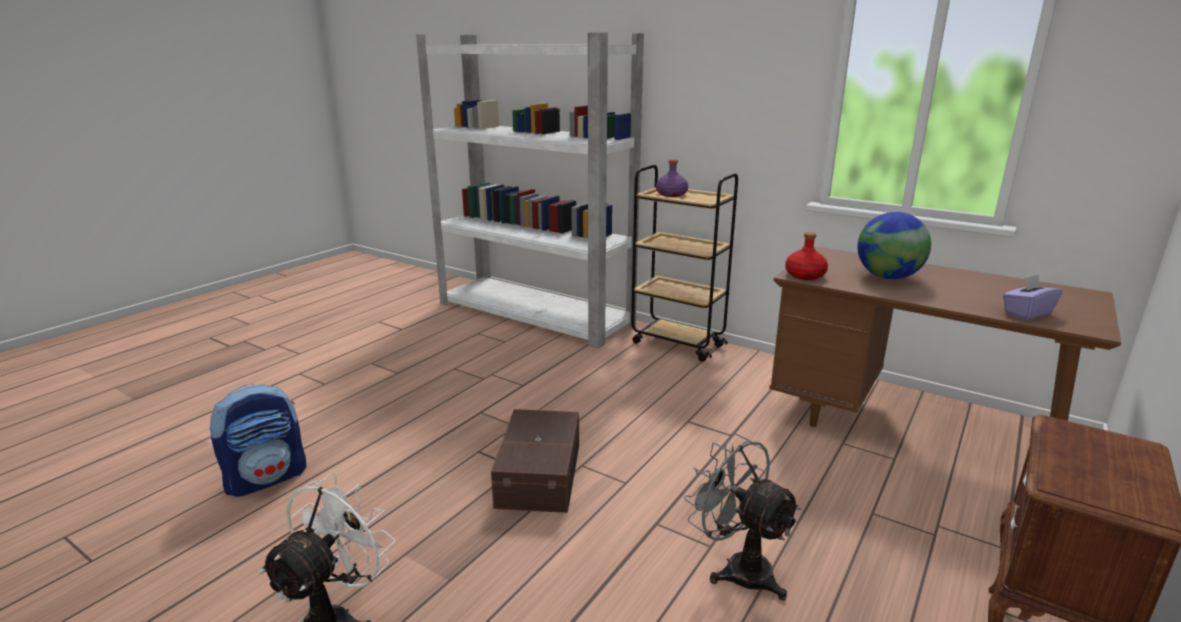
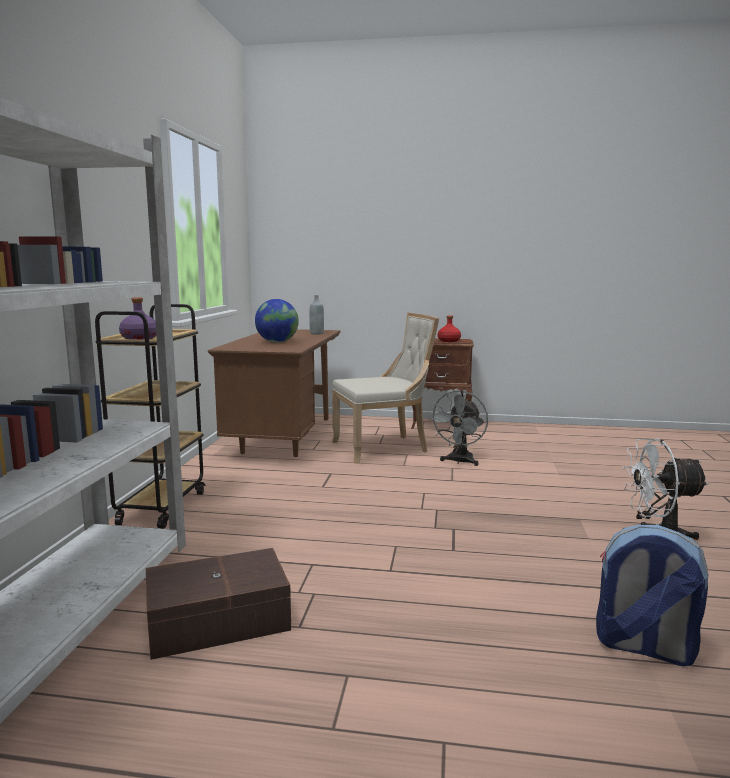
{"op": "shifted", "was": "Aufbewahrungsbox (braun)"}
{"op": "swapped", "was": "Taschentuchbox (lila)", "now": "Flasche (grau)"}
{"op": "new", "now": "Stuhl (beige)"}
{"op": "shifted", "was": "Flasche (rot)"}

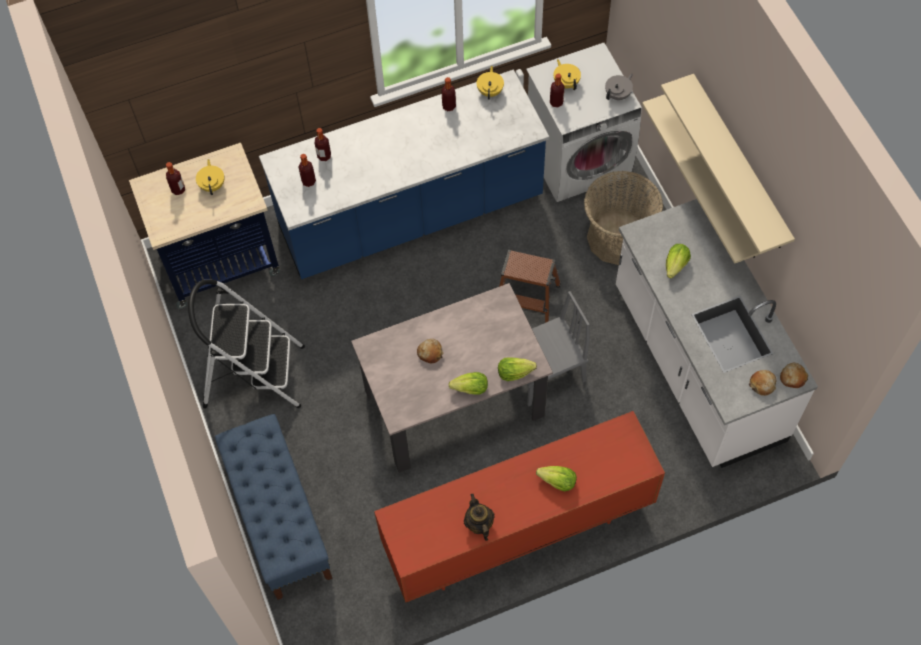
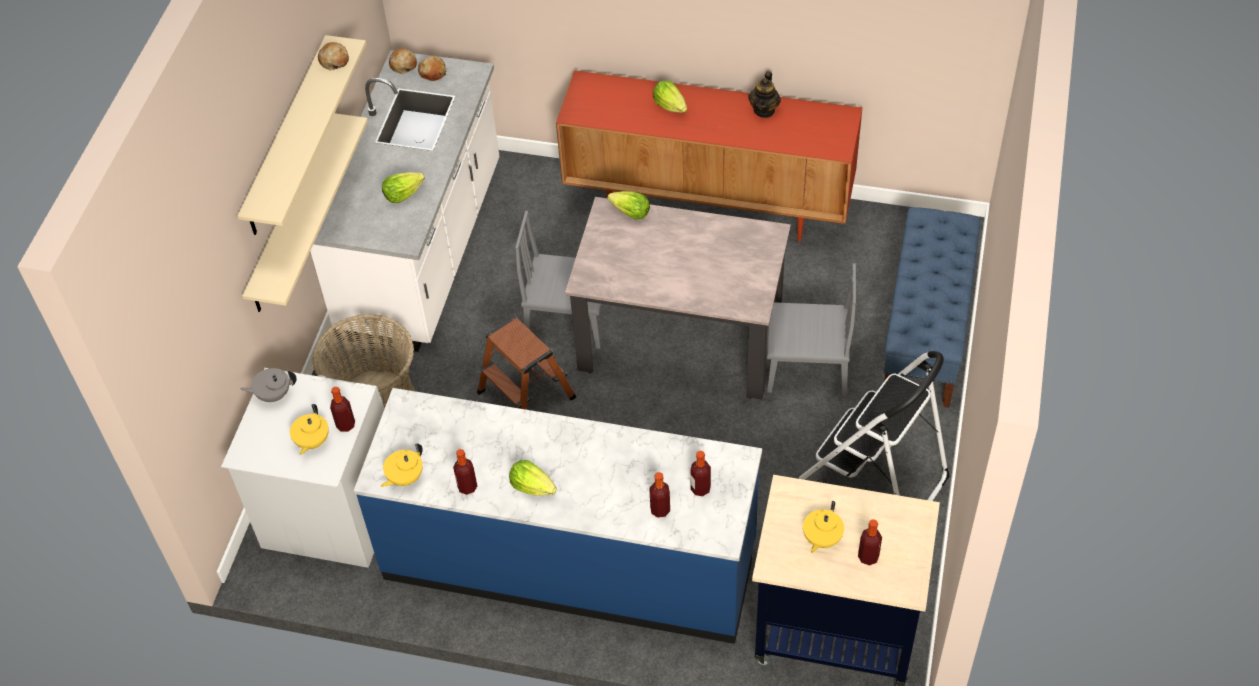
{"op": "shifted", "was": "Brot (no. 1 from left)"}
{"op": "shifted", "was": "Salatkopf (no. 1 from left in the first image)", "now": "Salatkopf (no. 2 from left)"}
{"op": "new", "now": "Stuhl (grau) (no. 2 from left)"}

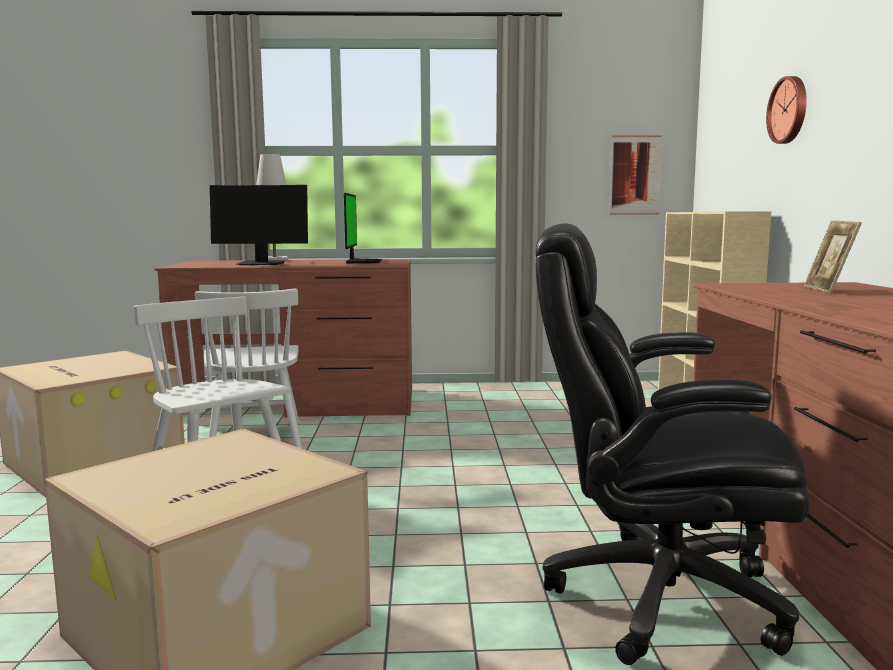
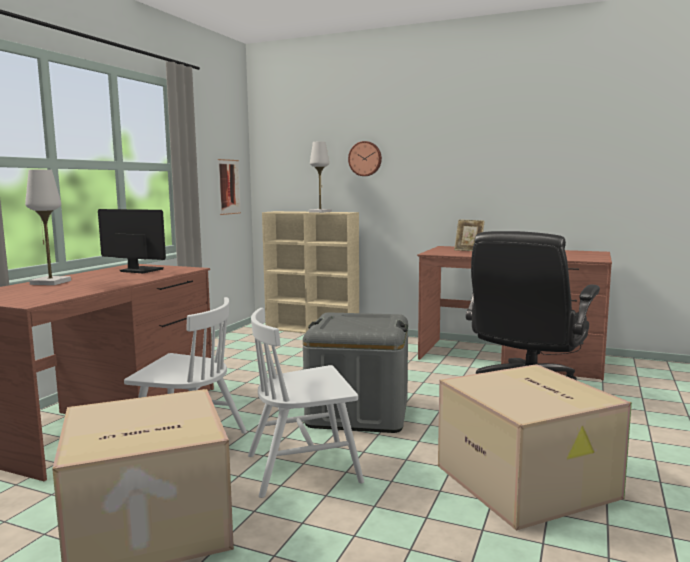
{"op": "new", "now": "Aufbewahrungsbox (grau)"}
{"op": "new", "now": "Tischlampe (weiß) (no. 2 from left)"}
{"op": "gone", "was": "Monitor (no. 1 from left)"}

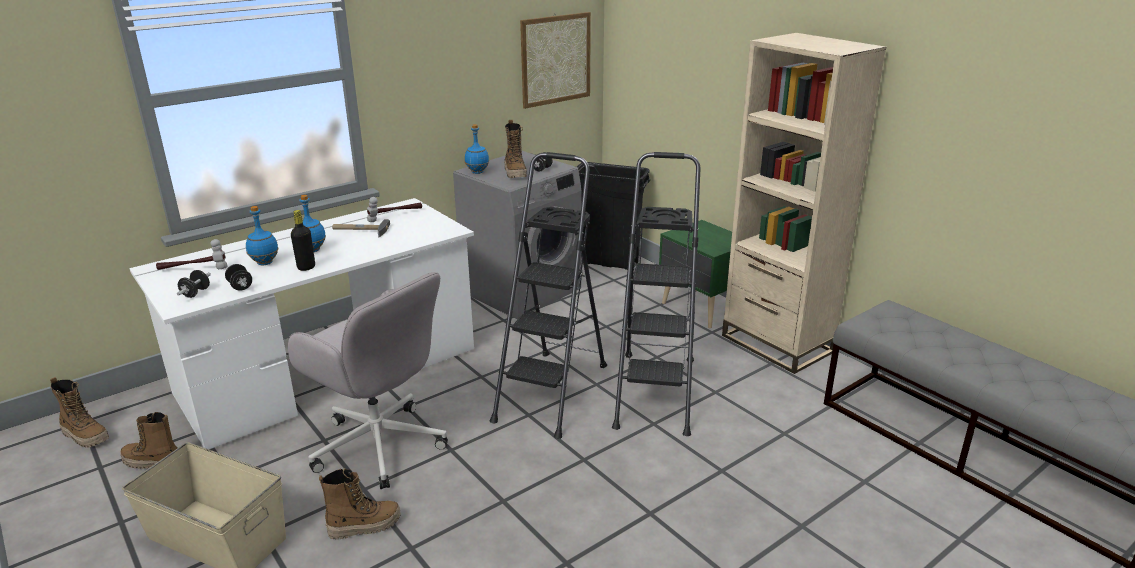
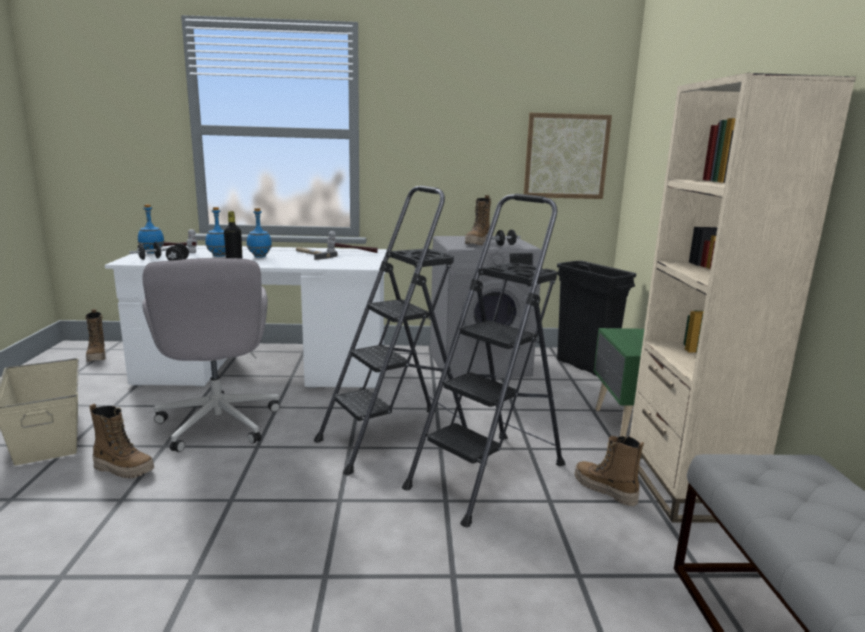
{"op": "shifted", "was": "Flasche (blau) (no. 3 from left in the first image)", "now": "Flasche (blau) (no. 1 from left)"}
{"op": "shifted", "was": "Stiefel (no. 2 from left in the first image)", "now": "Stiefel (no. 4 from left)"}

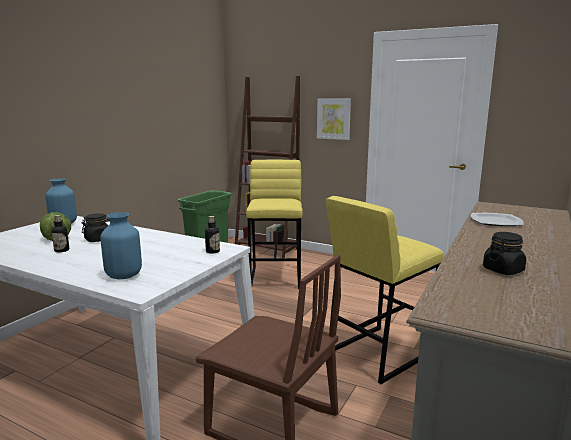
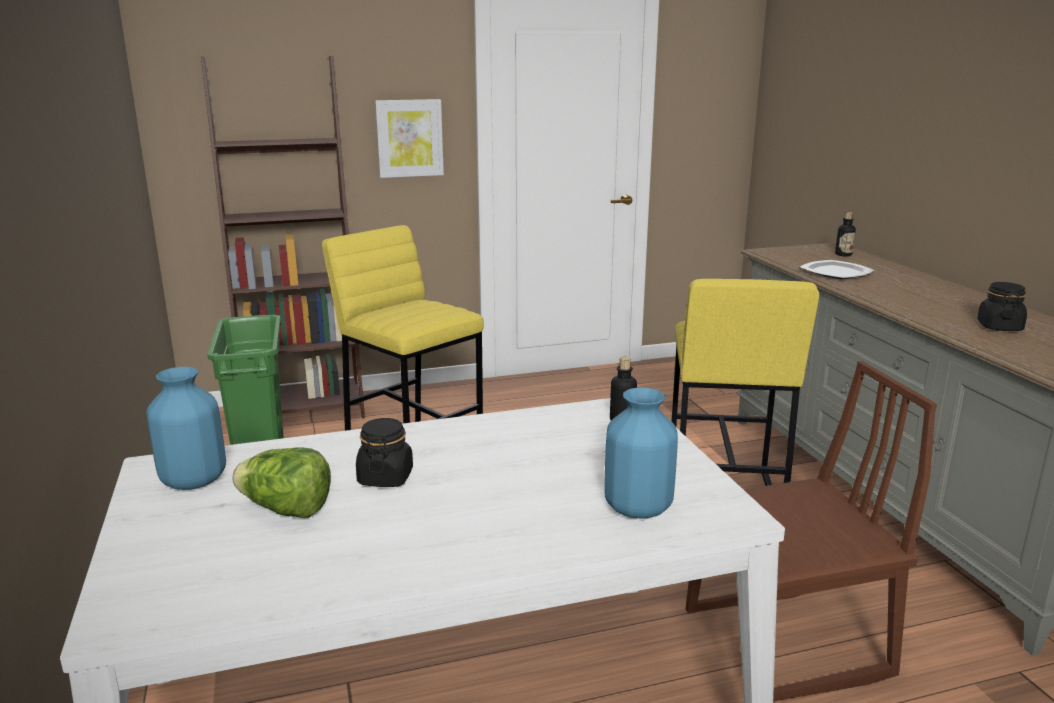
{"op": "shifted", "was": "Flasche (no. 1 from left in the first image)", "now": "Flasche (no. 2 from left)"}

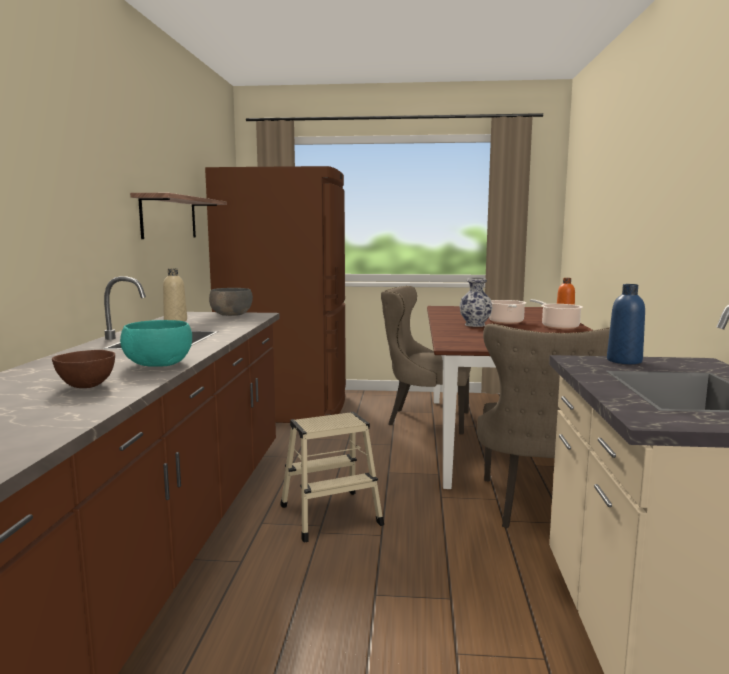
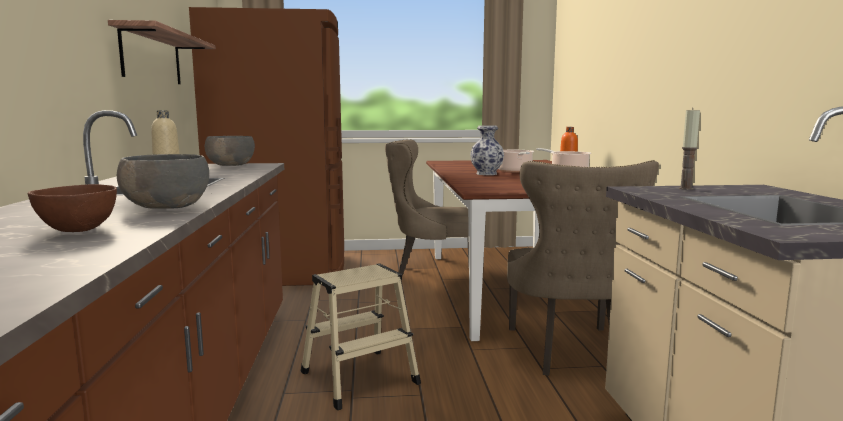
{"op": "repainted", "was": "Schüssel (türkis)", "now": "Schüssel (grau) (no. 1 from left)"}
{"op": "swapped", "was": "Flasche (blau)", "now": "Kerze"}

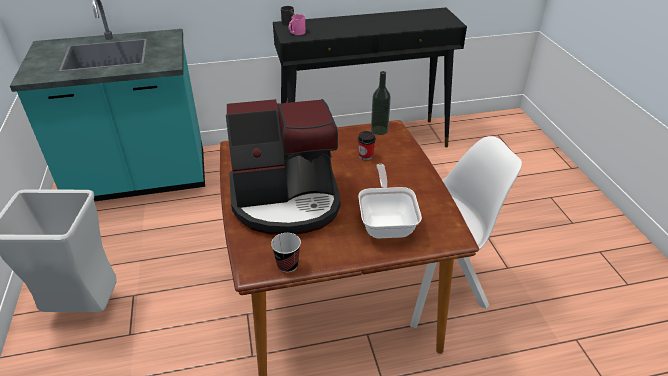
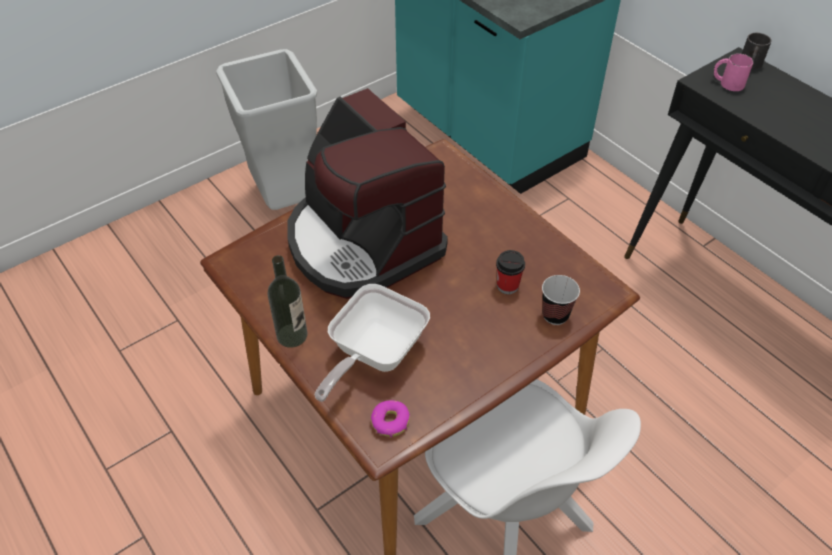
{"op": "shifted", "was": "Flasche"}
{"op": "rotated", "was": "Pfanne", "clockwise": 150}
{"op": "new", "now": "Donut"}
{"op": "shifted", "was": "Tasse (no. 1 from left in the first image)", "now": "Tasse (no. 2 from left)"}

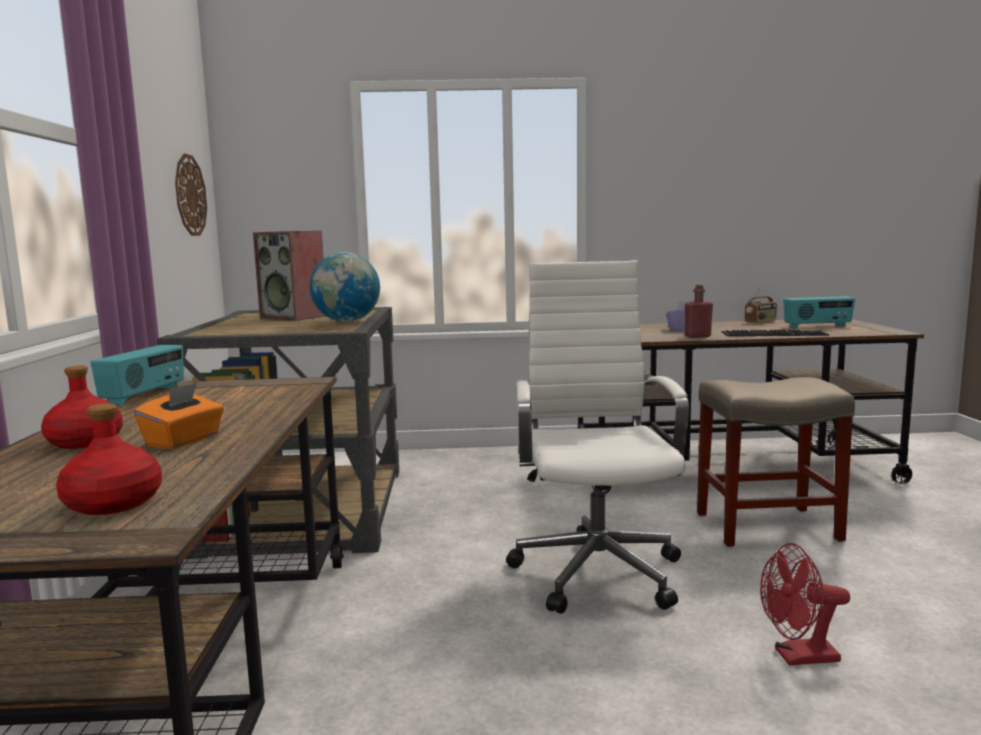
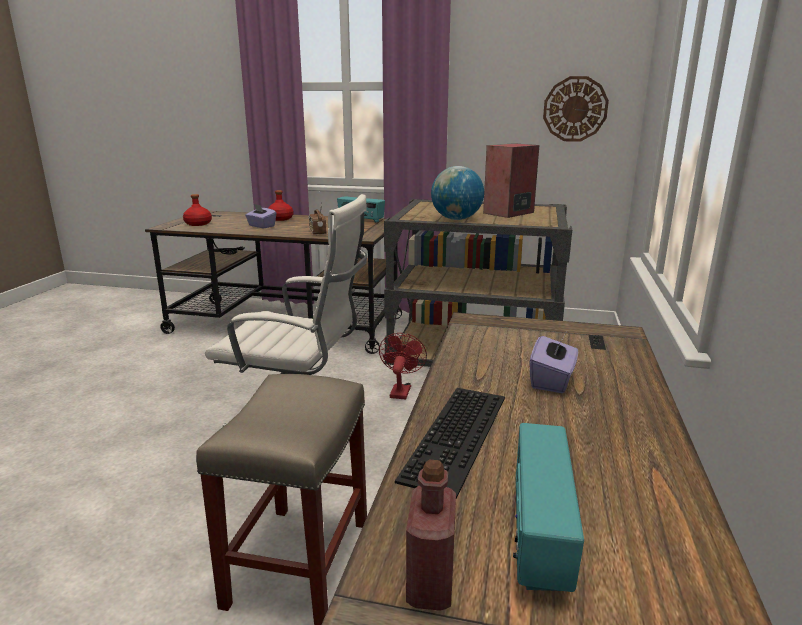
{"op": "repainted", "was": "Taschentuchbox (orange)", "now": "Taschentuchbox (lila) (no. 1 from left)"}
{"op": "shifted", "was": "Radio (no. 2 from left in the first image)", "now": "Radio (no. 1 from left)"}
{"op": "shifted", "was": "Ventilator (rot)"}
{"op": "shifted", "was": "Flasche (rot) (no. 3 from left)"}

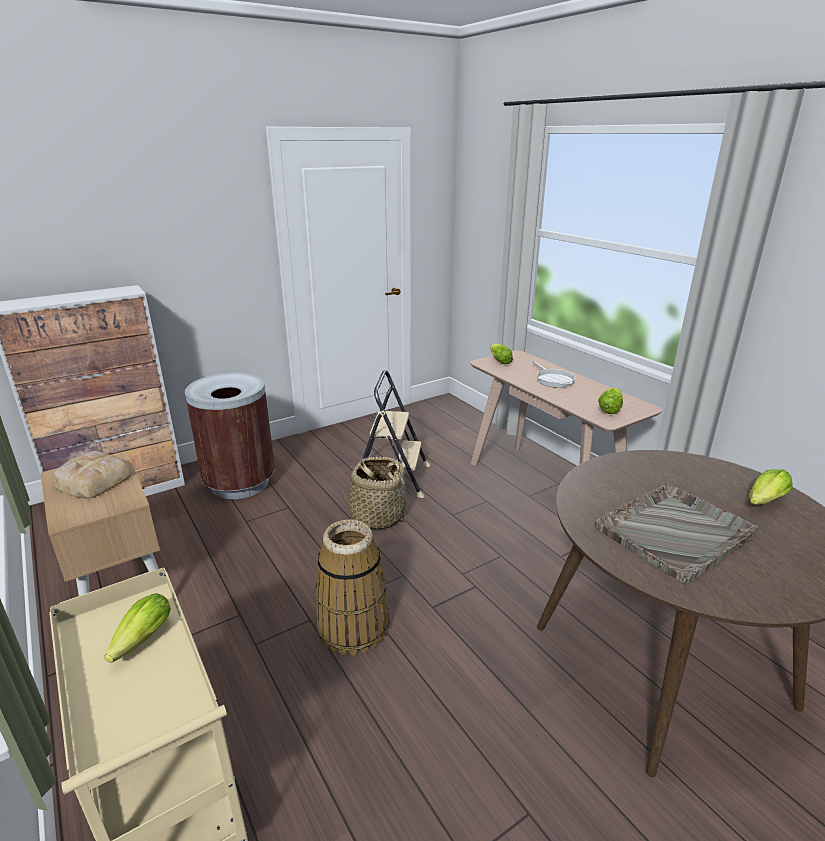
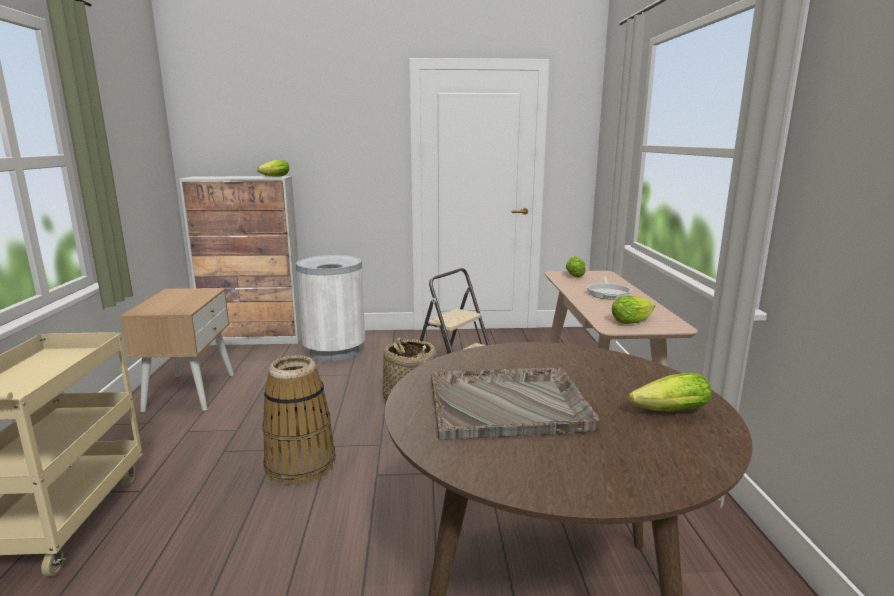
{"op": "shifted", "was": "Salatkopf (no. 1 from left)"}
{"op": "repainted", "was": "Mülleimer (braun)", "now": "Mülleimer (weiß)"}
{"op": "gone", "was": "Brot"}

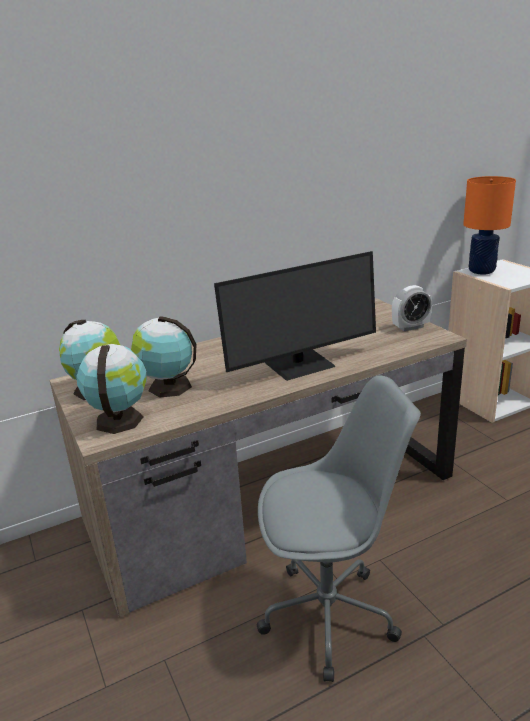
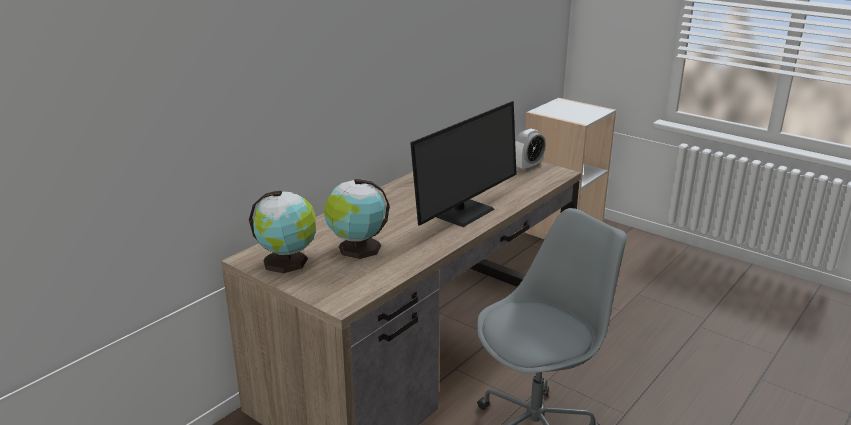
{"op": "gone", "was": "Globus (no. 2 from left)"}
{"op": "gone", "was": "Tischlampe (orange)"}

